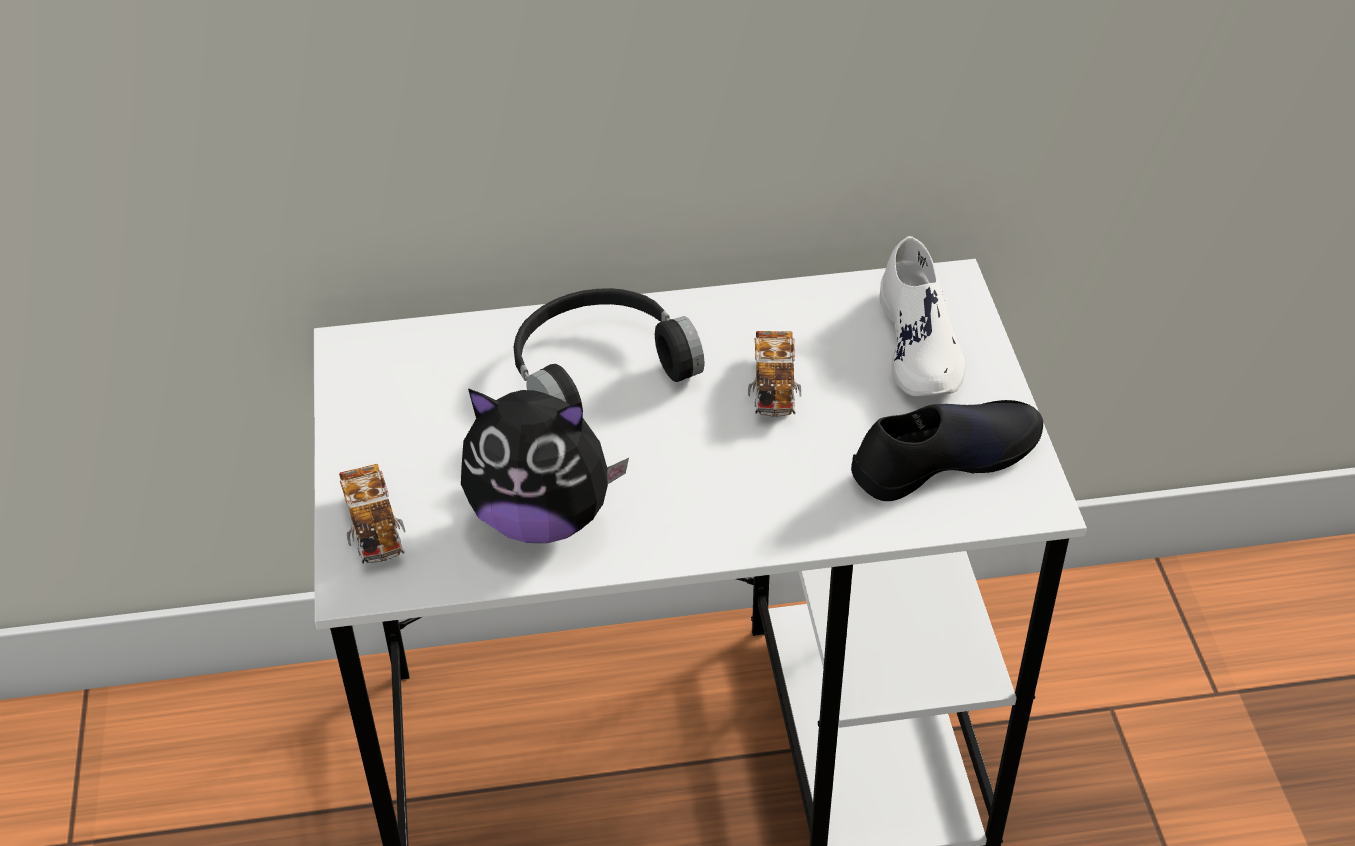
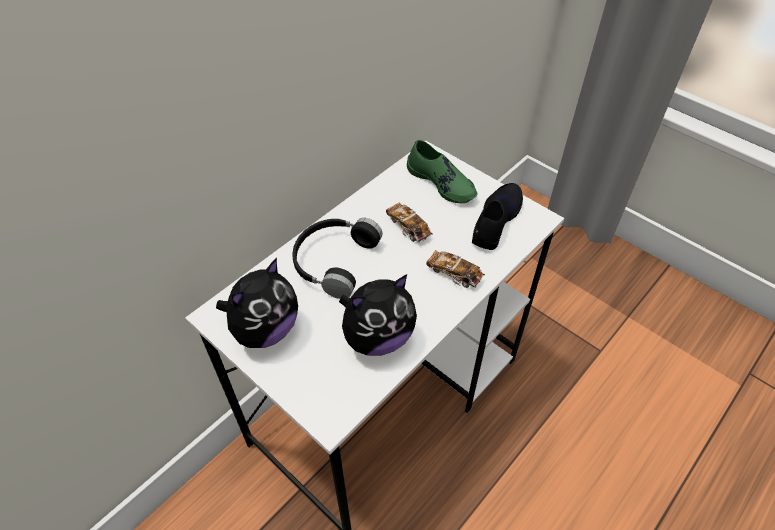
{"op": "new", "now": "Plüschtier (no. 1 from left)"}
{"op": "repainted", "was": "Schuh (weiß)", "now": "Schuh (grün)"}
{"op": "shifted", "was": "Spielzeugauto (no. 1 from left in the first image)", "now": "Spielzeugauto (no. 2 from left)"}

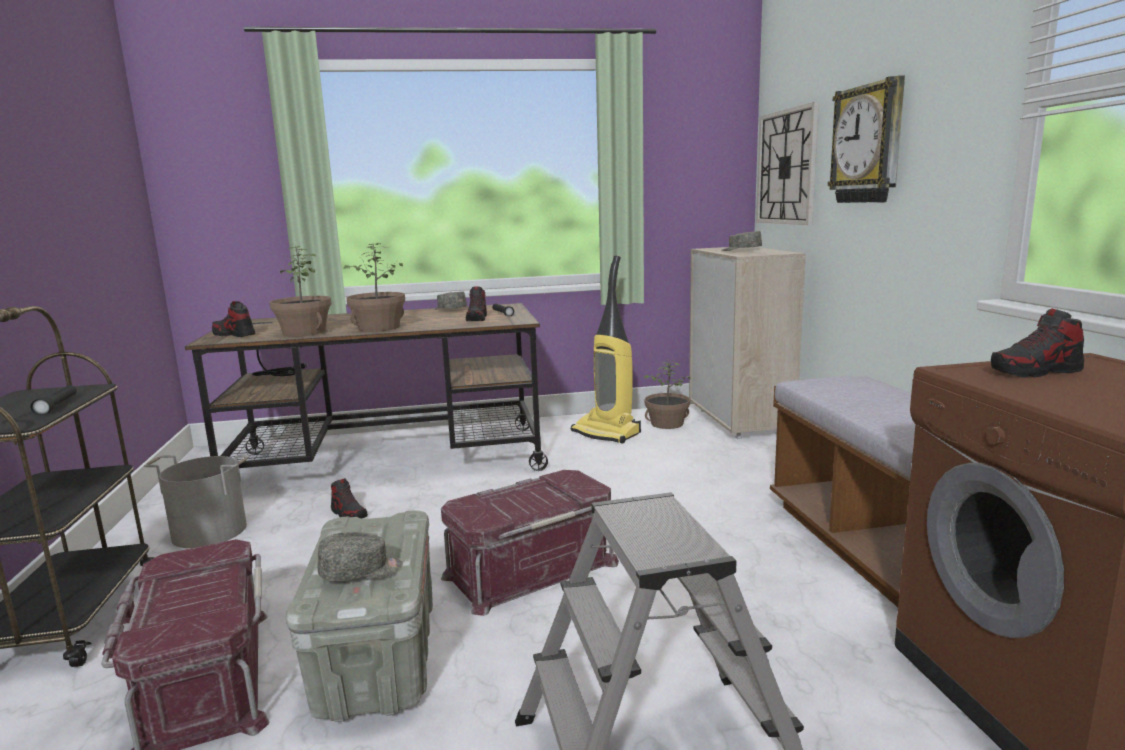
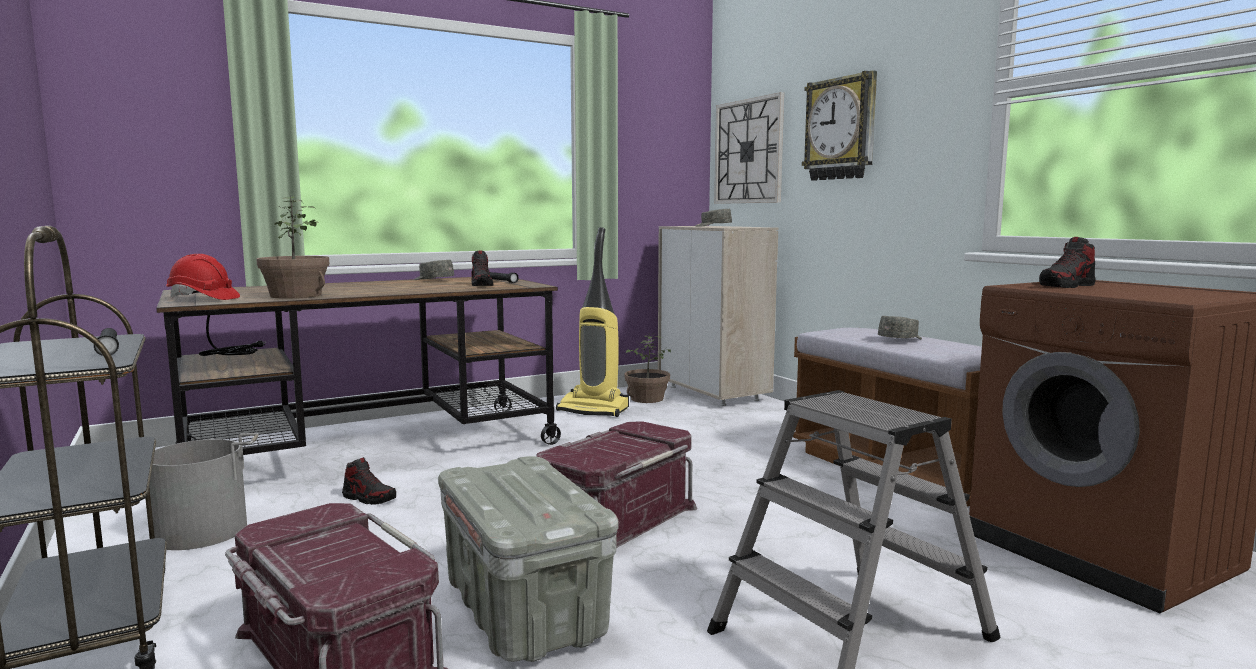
{"op": "swapped", "was": "Schuh (no. 1 from left)", "now": "Schutzhelm (rot)"}
{"op": "shifted", "was": "Kappe (grau) (no. 1 from left in the first image)", "now": "Kappe (grau) (no. 3 from left)"}
{"op": "gone", "was": "Topfpflanze (no. 2 from left)"}

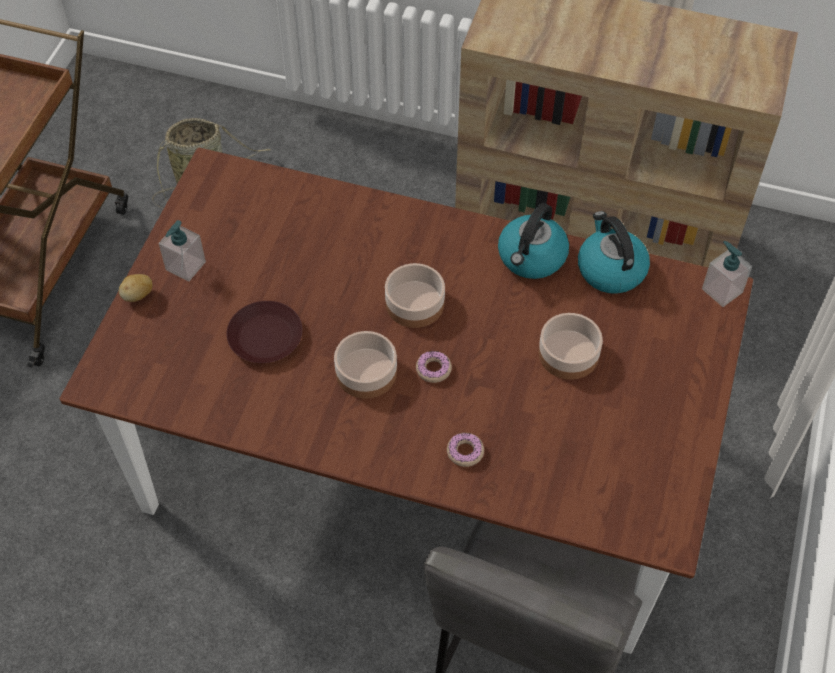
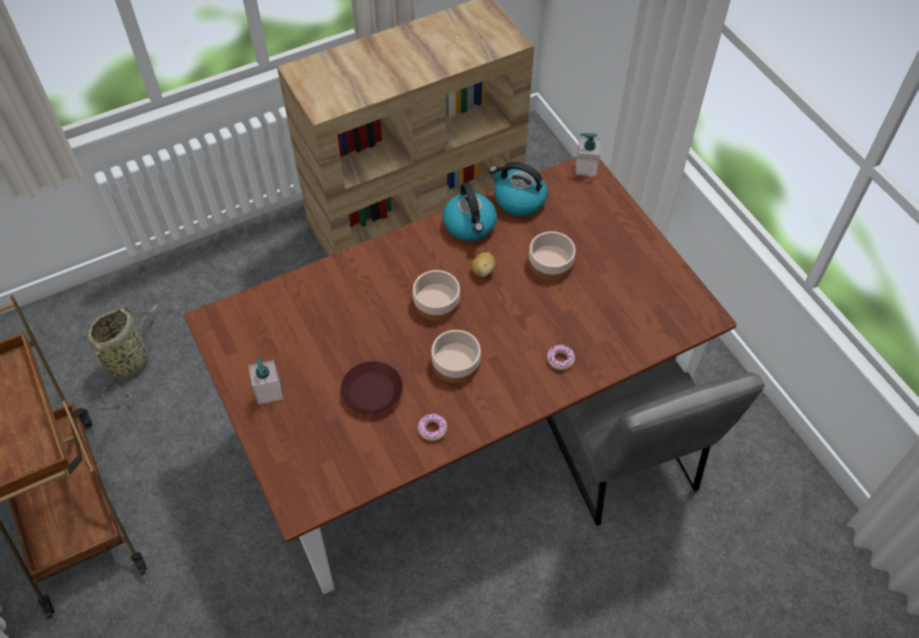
{"op": "shifted", "was": "Donut (no. 1 from left)"}
{"op": "shifted", "was": "Kartoffel"}

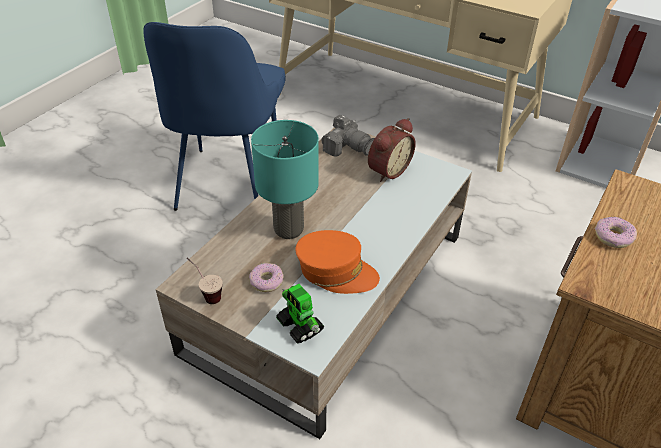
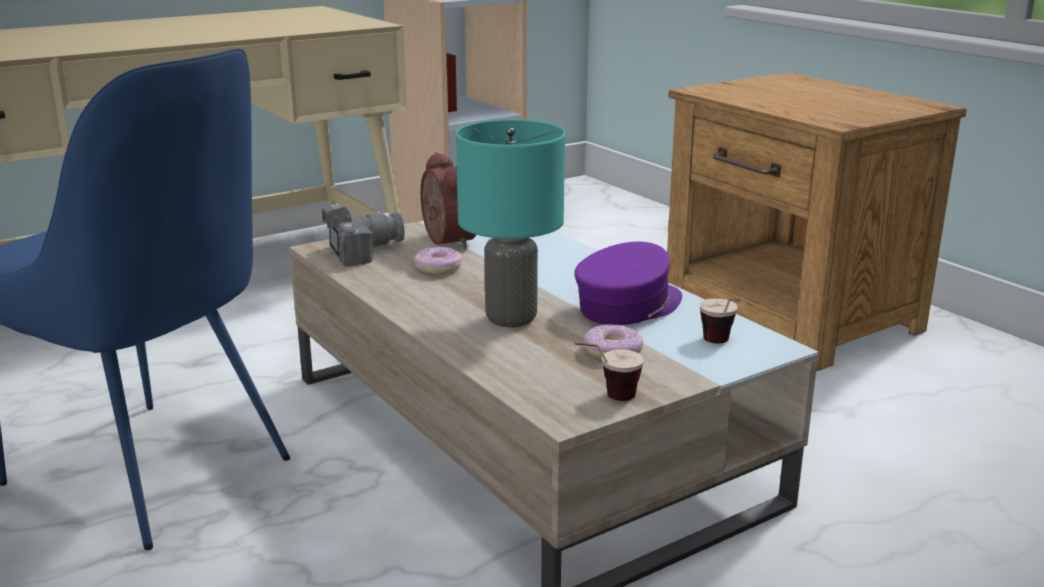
{"op": "shifted", "was": "Donut (no. 2 from left in the first image)", "now": "Donut (no. 1 from left)"}
{"op": "repainted", "was": "Kappe (orange)", "now": "Kappe (lila)"}
{"op": "swapped", "was": "Spielzeugroboter", "now": "Tasse (no. 2 from left)"}

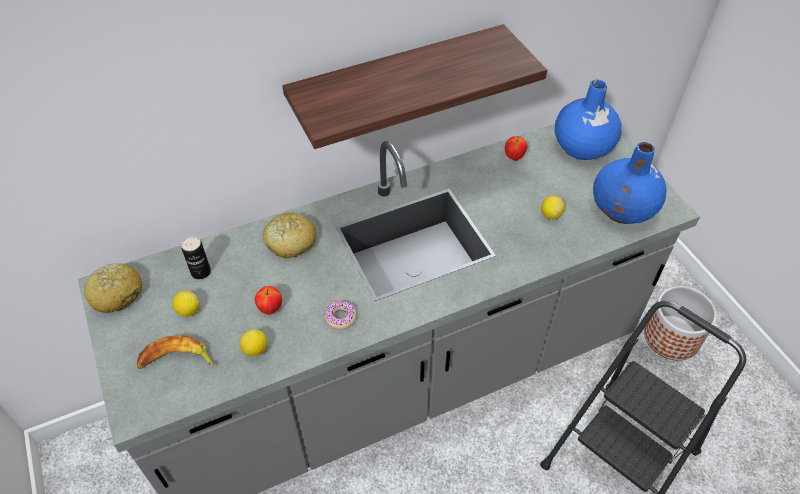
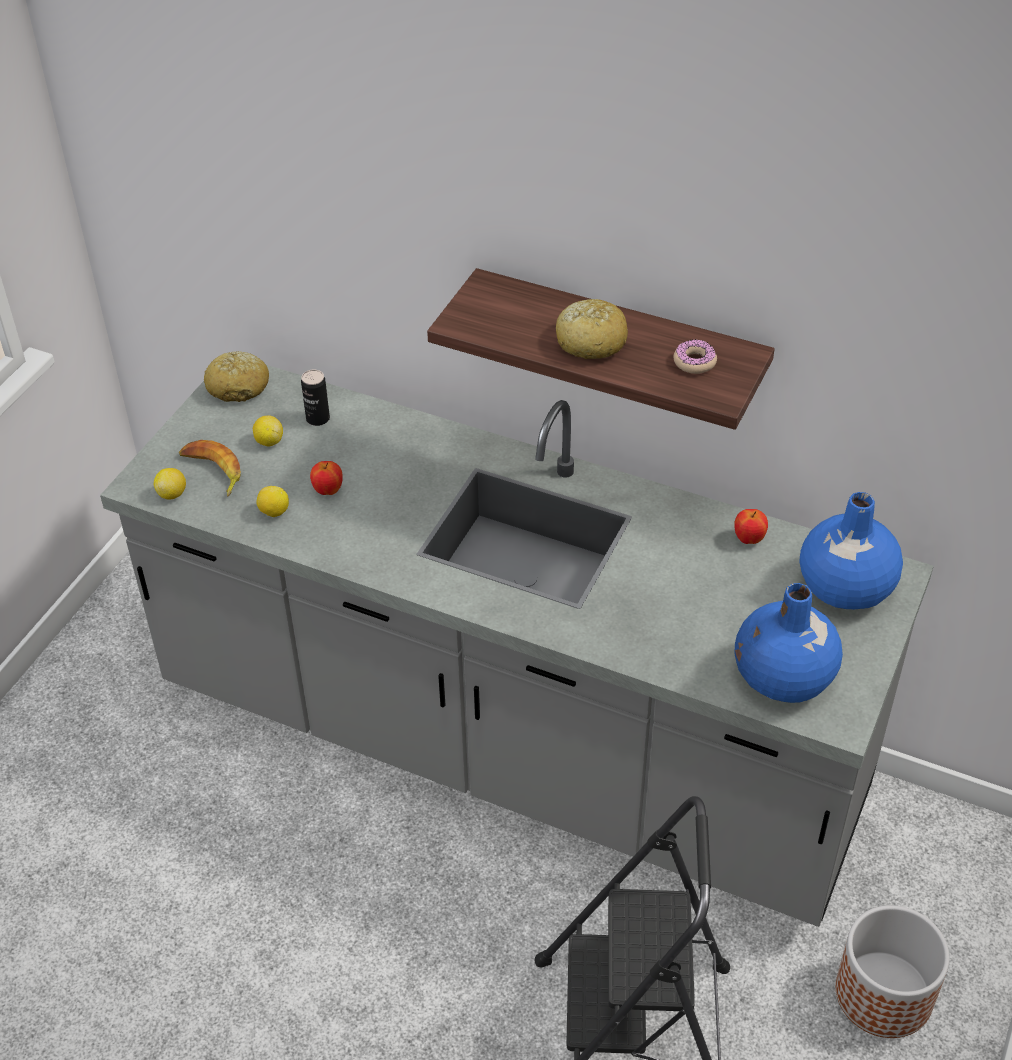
{"op": "shifted", "was": "Zitrone (no. 3 from left in the first image)", "now": "Zitrone (no. 1 from left)"}
{"op": "shifted", "was": "Brot (no. 2 from left)"}
{"op": "shifted", "was": "Donut"}

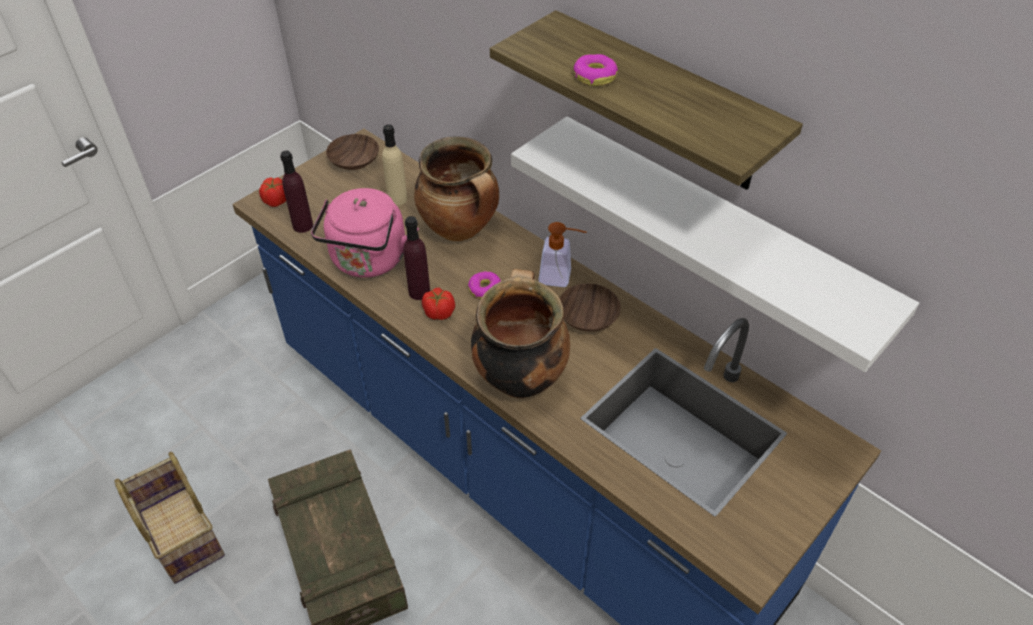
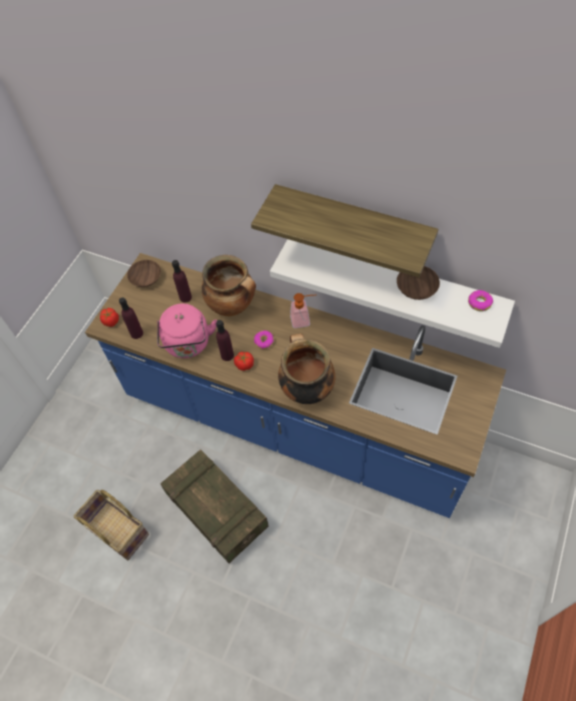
{"op": "repainted", "was": "Flasche (beige)", "now": "Flasche (lila) (no. 2 from left)"}
{"op": "shifted", "was": "Schüssel (braun) (no. 2 from left)"}
{"op": "shifted", "was": "Donut (no. 2 from left)"}

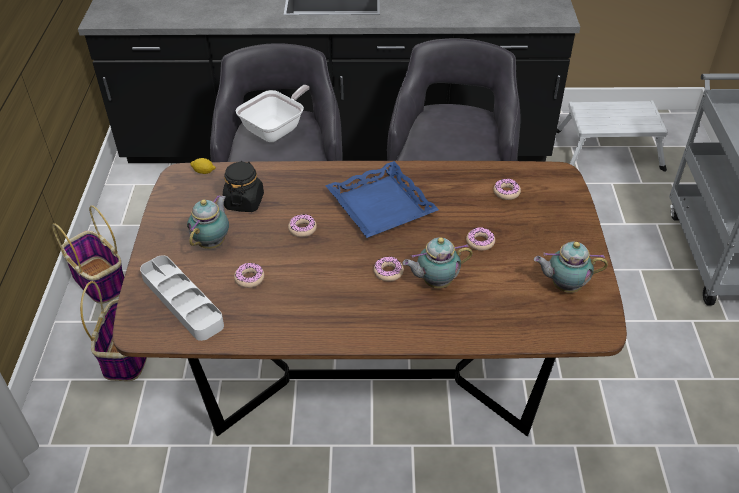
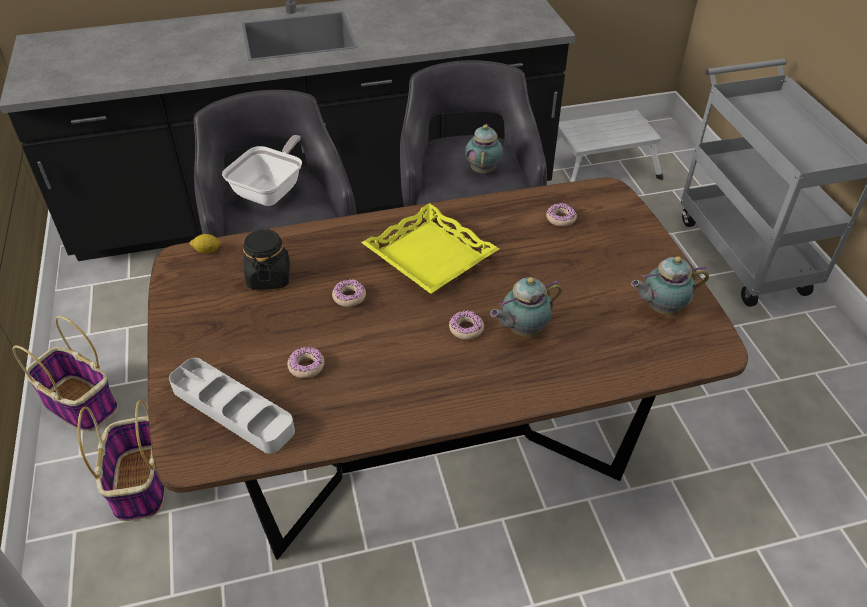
{"op": "repainted", "was": "Tablett (blau)", "now": "Tablett (gelb)"}
{"op": "shifted", "was": "Teekanne (no. 1 from left)"}
{"op": "gone", "was": "Donut (no. 4 from left)"}

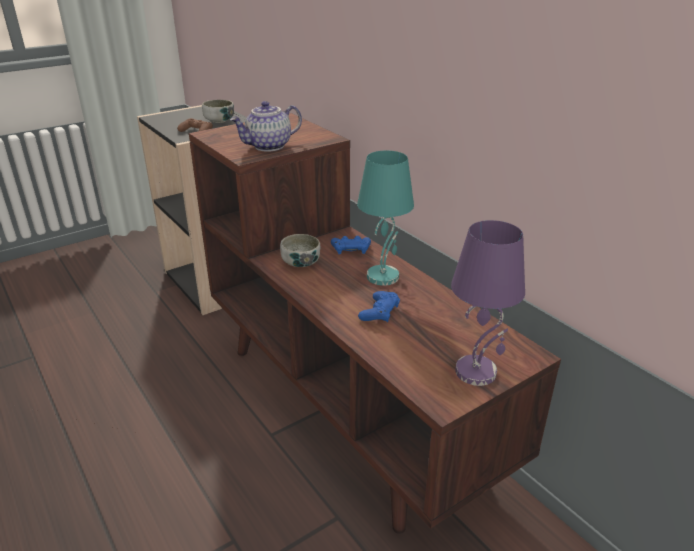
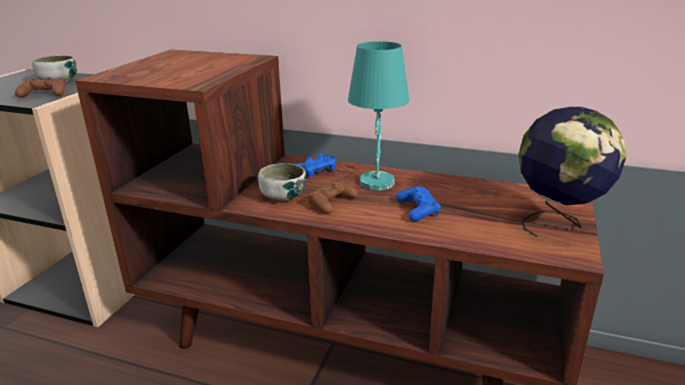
{"op": "new", "now": "Gamepad (braun) (no. 2 from left)"}
{"op": "swapped", "was": "Tischlampe (lila)", "now": "Globus"}
{"op": "gone", "was": "Teekanne"}

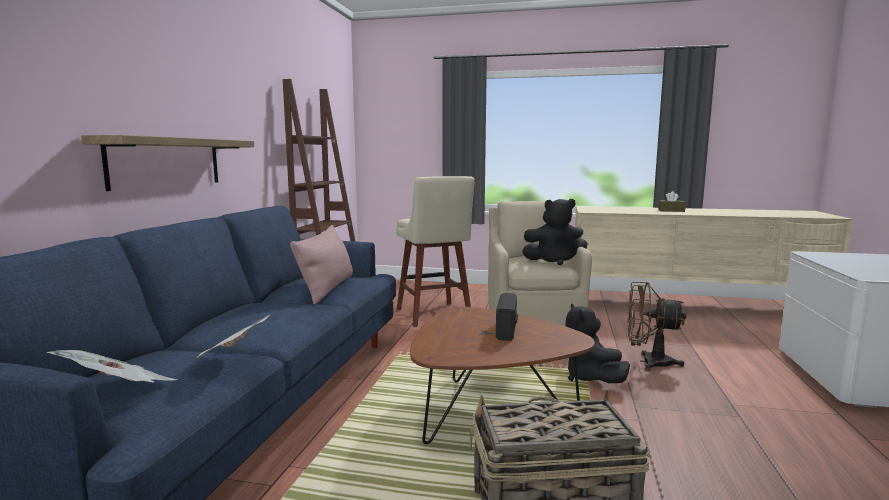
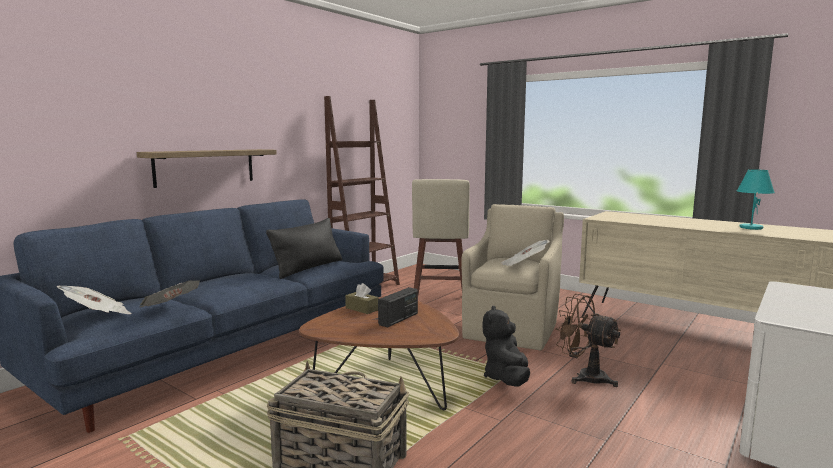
{"op": "repainted", "was": "Kissen (rosa)", "now": "Kissen (schwarz)"}
{"op": "shifted", "was": "Taschentuchbox (braun)"}
{"op": "swapped", "was": "Plüschtier (schwarz) (no. 1 from left)", "now": "Zeitung (no. 3 from left)"}
{"op": "new", "now": "Tischlampe (türkis)"}

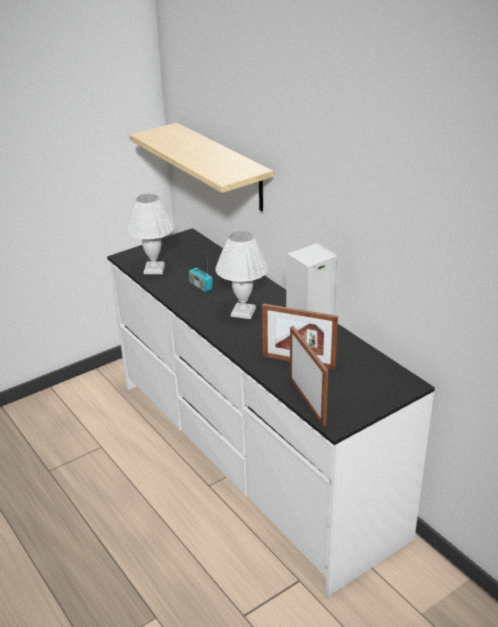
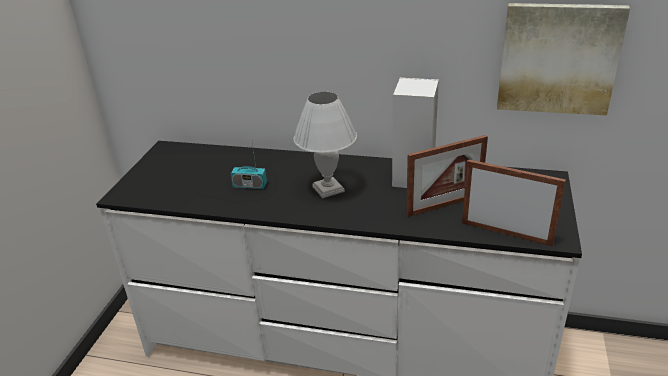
{"op": "new", "now": "Bild"}
{"op": "gone", "was": "Tischlampe (weiß) (no. 1 from left)"}
{"op": "gone", "was": "Wandregal"}

